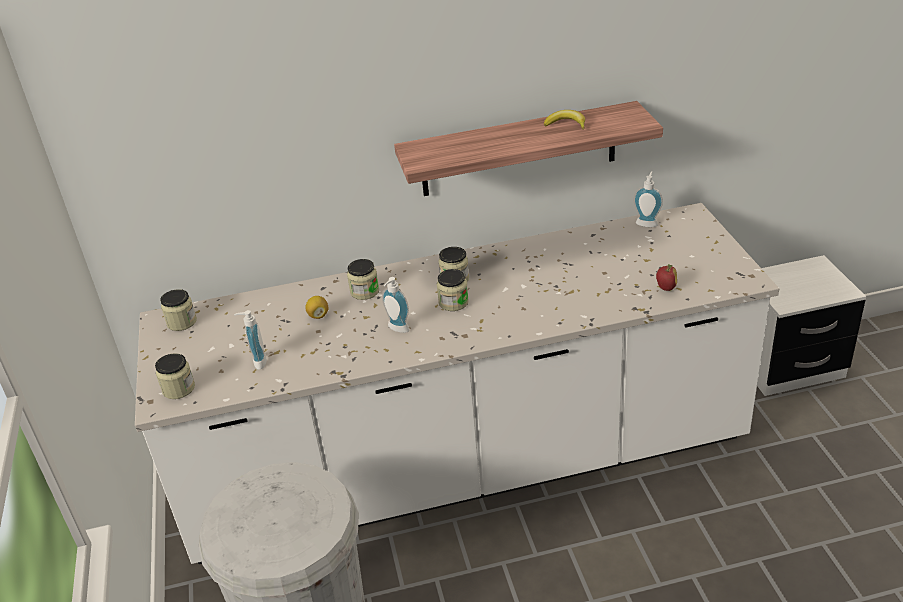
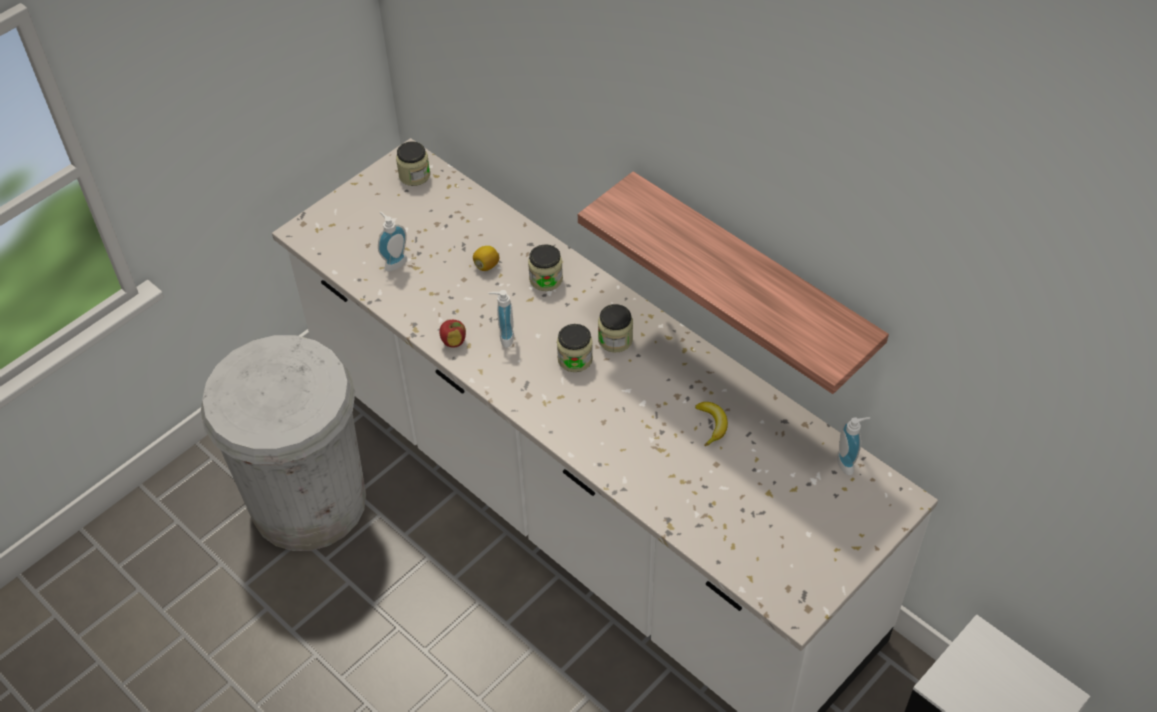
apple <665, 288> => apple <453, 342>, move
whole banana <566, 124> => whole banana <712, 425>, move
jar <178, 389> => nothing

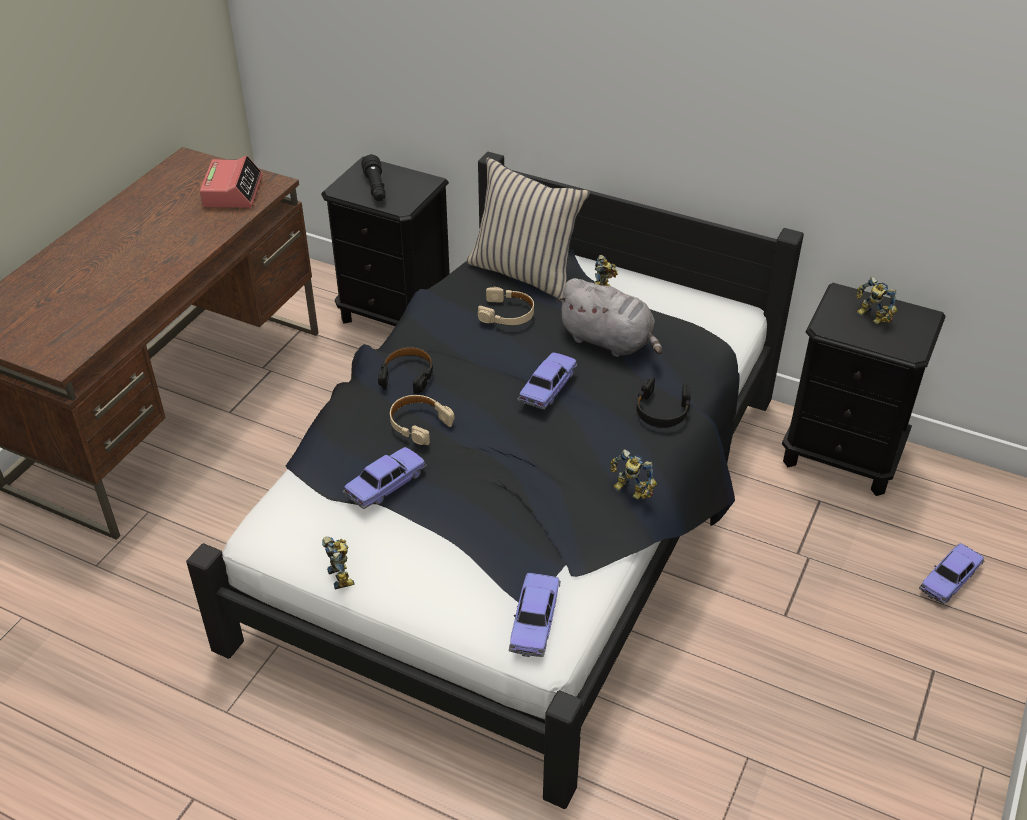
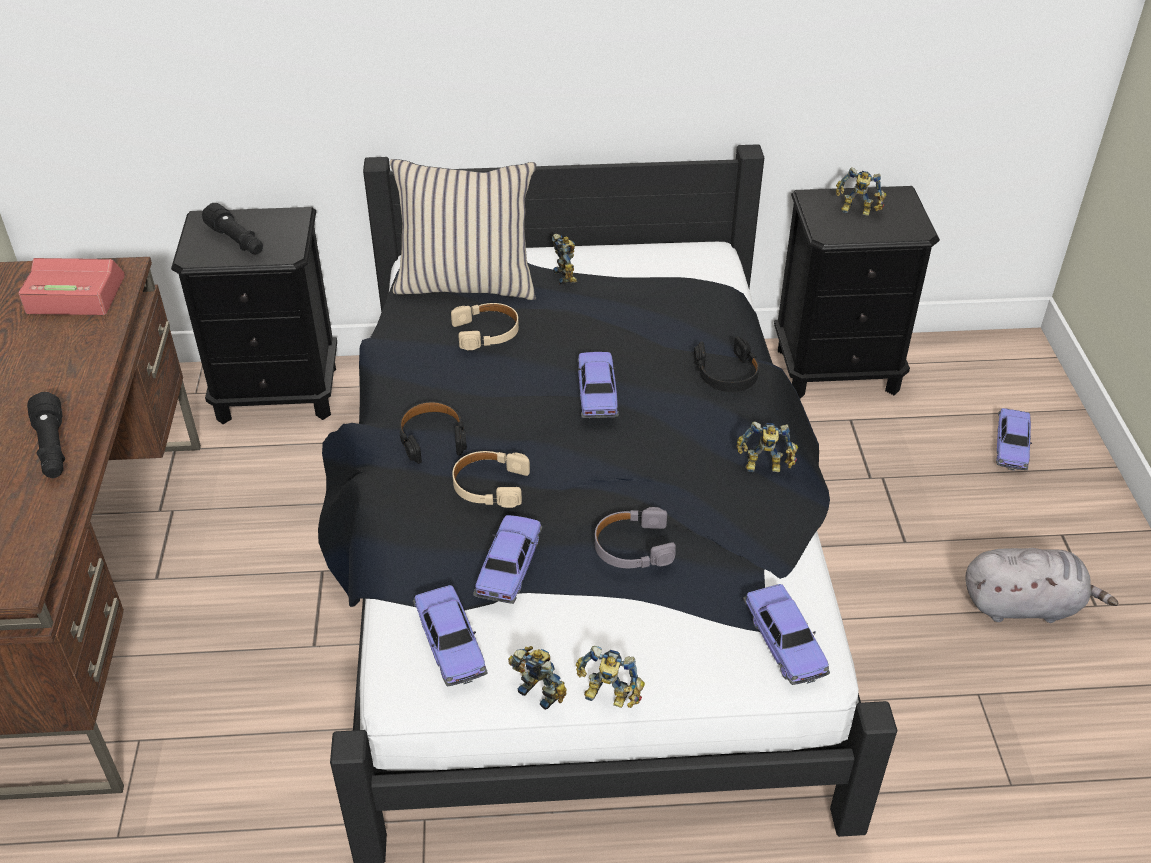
bedside clock <232, 191> => bedside clock <75, 295>, 60 degrees counterclockwise
nothing => flashlight in black-coloured <52, 449>
nothing => miniature car <450, 643>
nothing => model robot <607, 697>
nothing => headphones in grey <632, 547>
plush toy in grey <609, 341> => plush toy in grey <1024, 605>, move

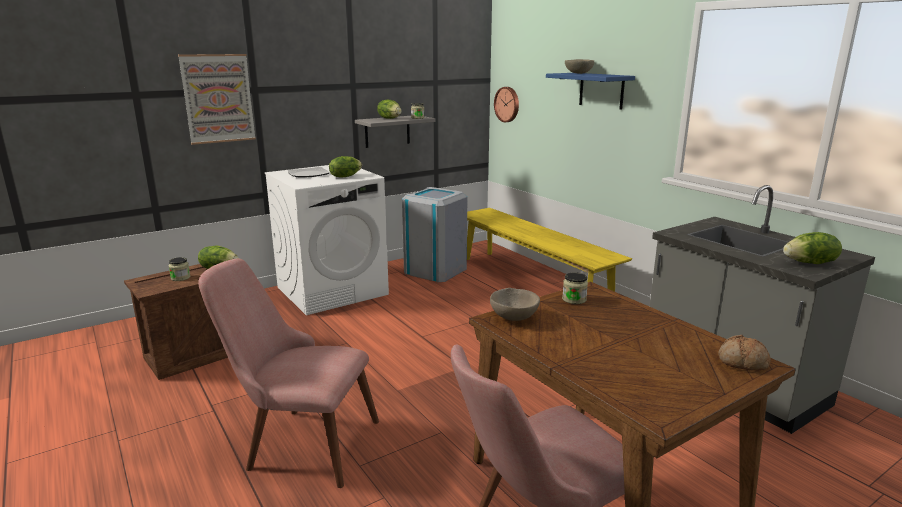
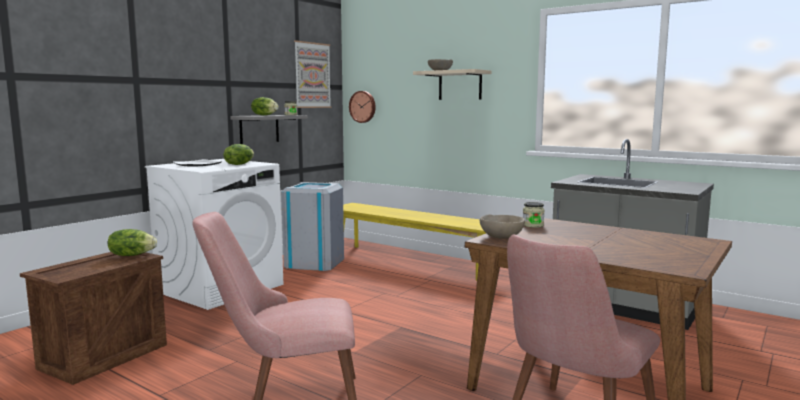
picture <218, 98> => picture <312, 75>, move
bracket shelf in blue <601, 90> => bracket shelf in sand-coloured <460, 85>
jar <180, 278> => nothing
baked bread <742, 362> => nothing
lettuce head <810, 263> => nothing

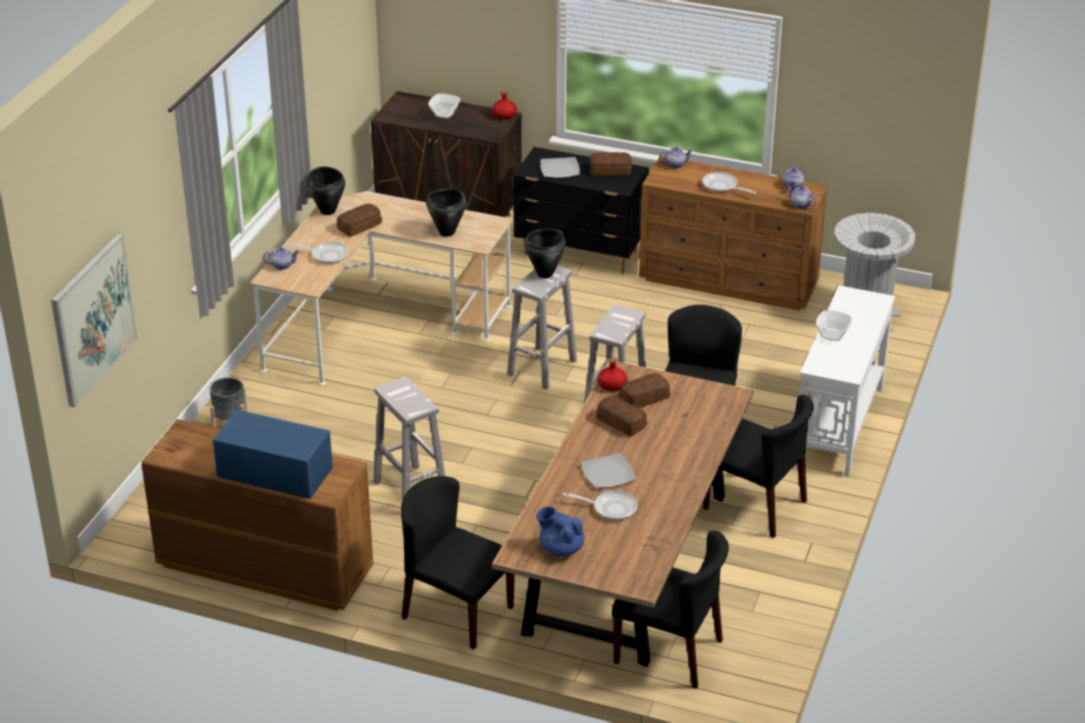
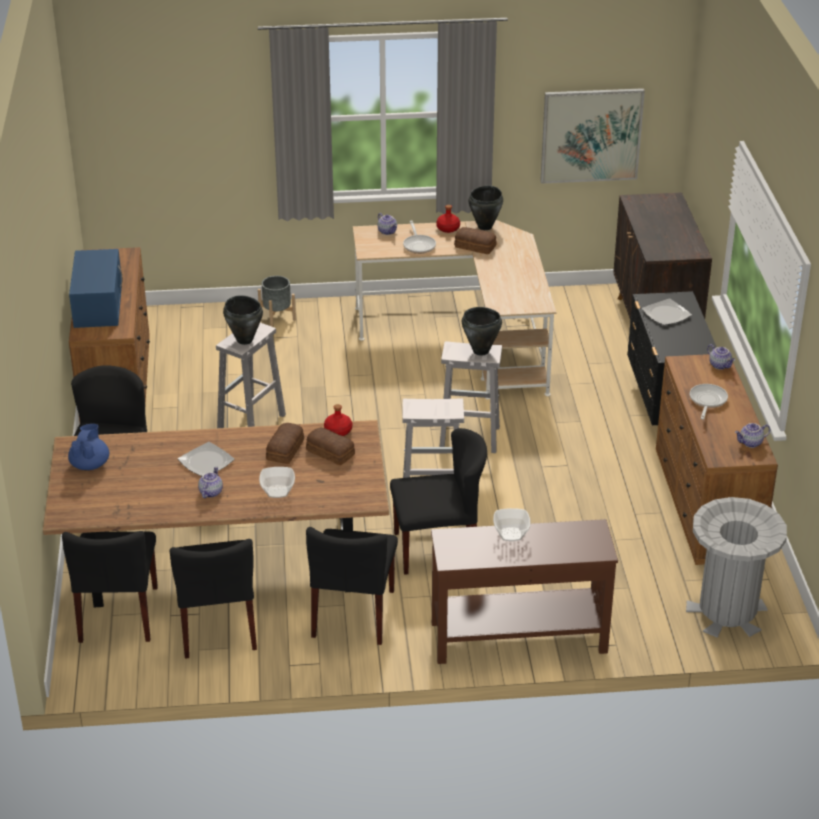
nothing => upright chair in black-coloured <217, 626>
teapot <800, 205> => teapot <210, 492>, move
cooking pot in black-coloured <446, 232> => cooking pot in black-coloured <245, 340>, move
bowl <444, 114> => bowl <277, 491>, move
hall table in whitish <838, 425> => hall table in brown <517, 637>
bottle in red <504, 115> => bottle in red <447, 228>, move
picture <93, 319> => picture <591, 135>, move
pan <611, 508> => nothing
baked bread <611, 170> => nothing

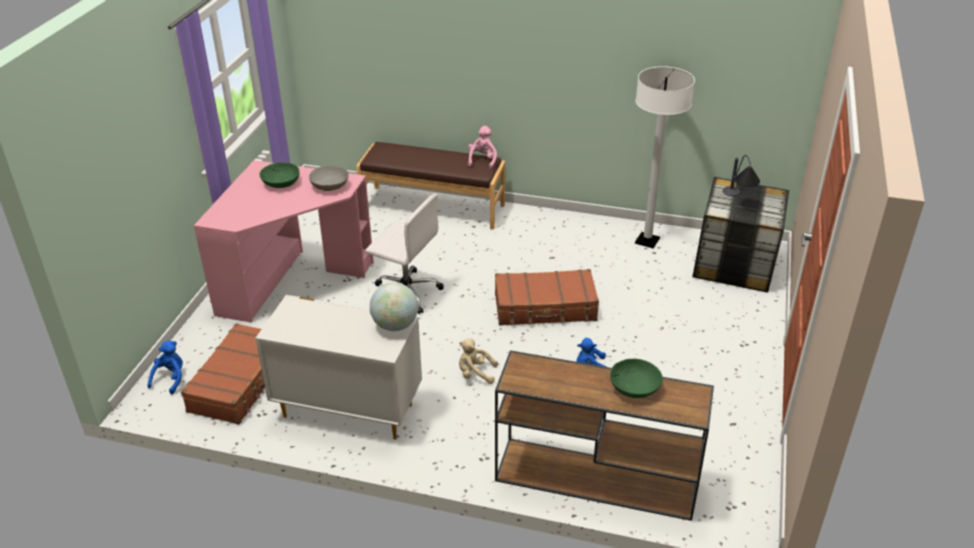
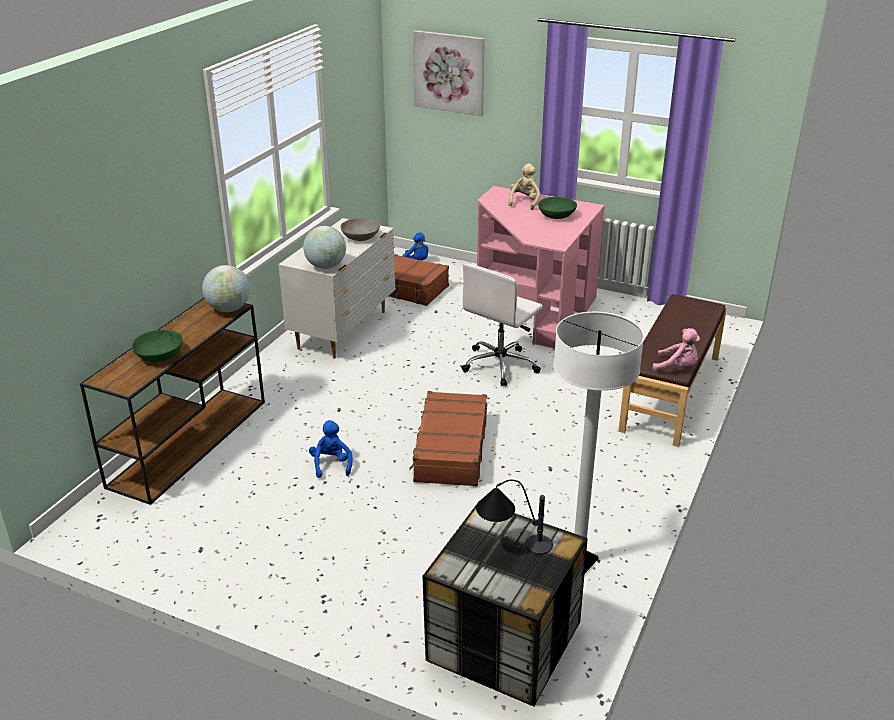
nothing => globe <229, 309>
bowl in grey <330, 186> => bowl in grey <360, 237>, move
nothing => picture <449, 72>
plush toy in sand-coloured <475, 374> => plush toy in sand-coloured <524, 202>, move

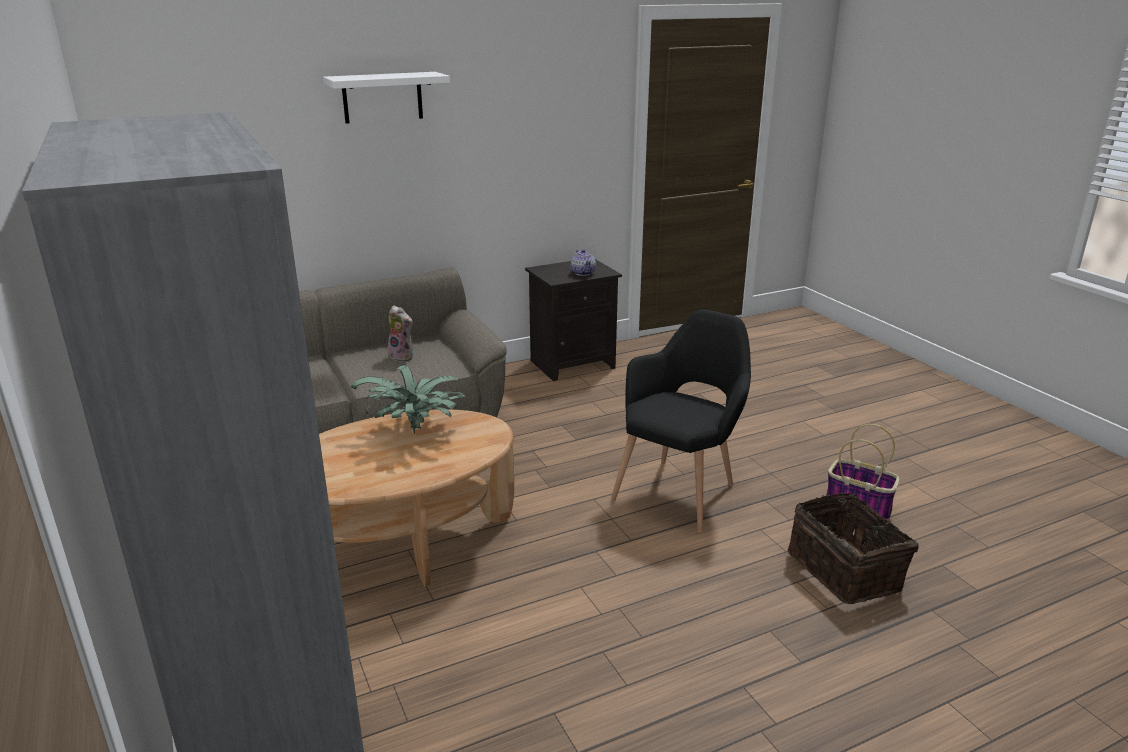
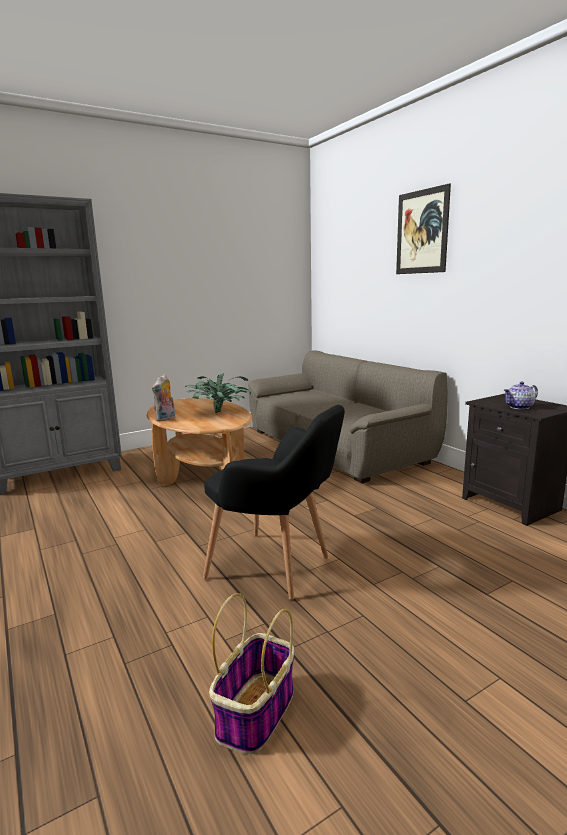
plush toy <403, 356> => plush toy <166, 419>, move
bracket shelf in whitish <382, 97> => picture <422, 232>
household basket <846, 570> => nothing

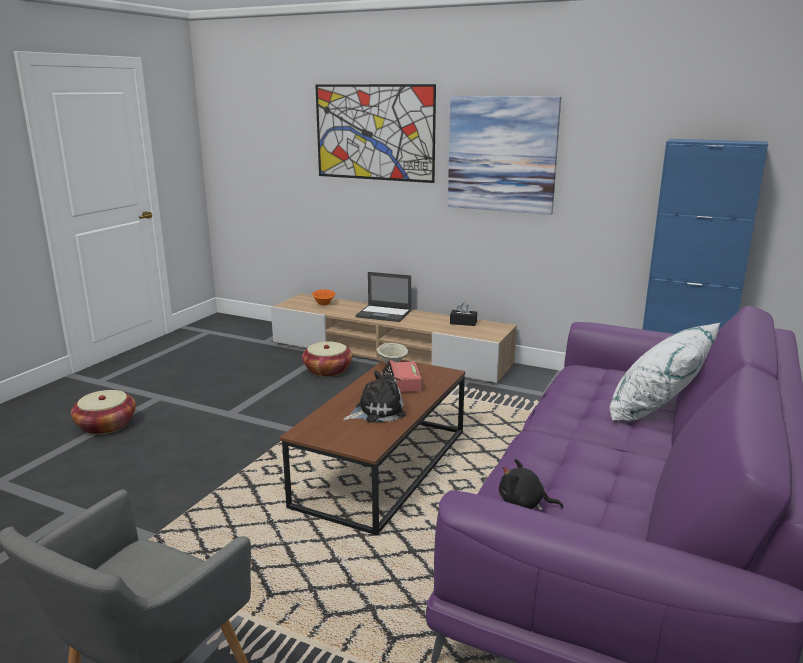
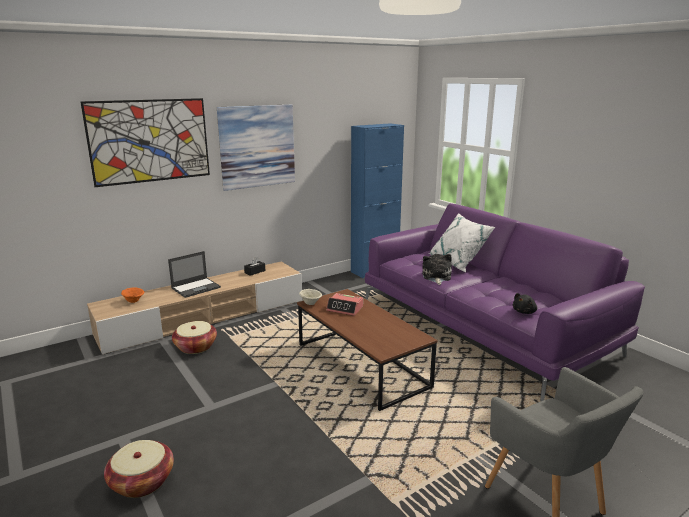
plush toy <376, 411> => plush toy <436, 277>, move

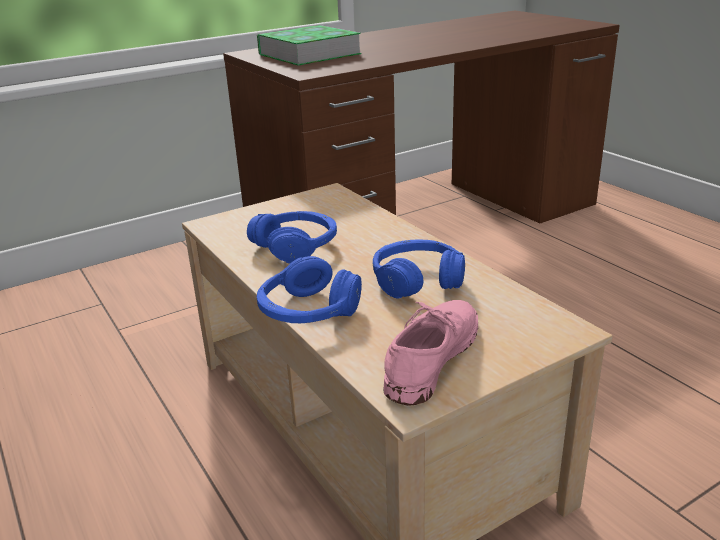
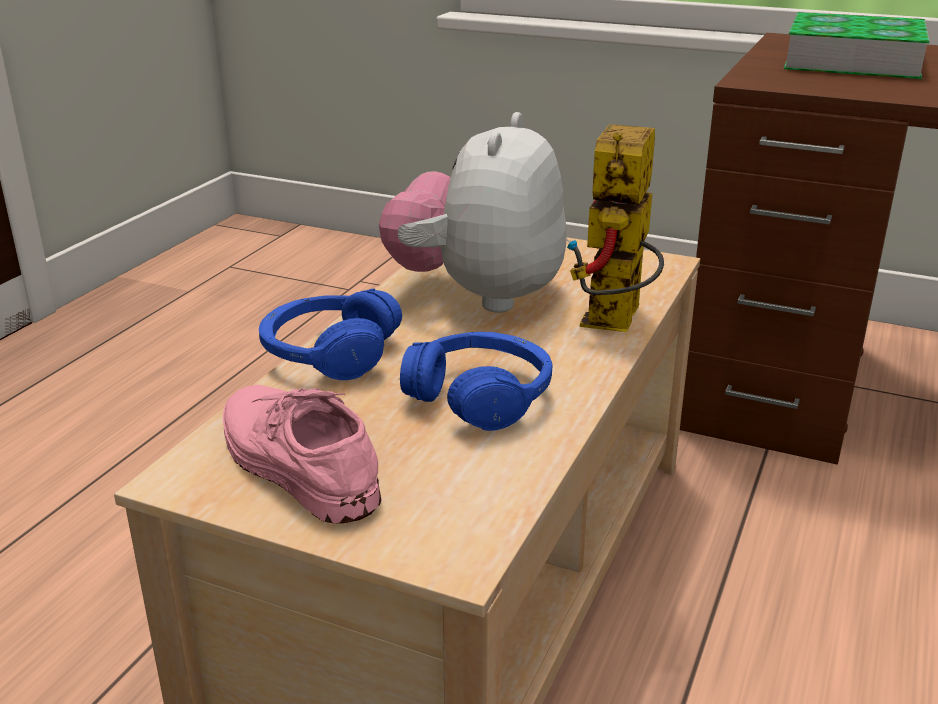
item of footwear in pink <431, 355> => item of footwear in pink <294, 462>, 120 degrees counterclockwise
headphones in blue <296, 246> => plush toy <479, 295>
nothing => model robot <615, 324>

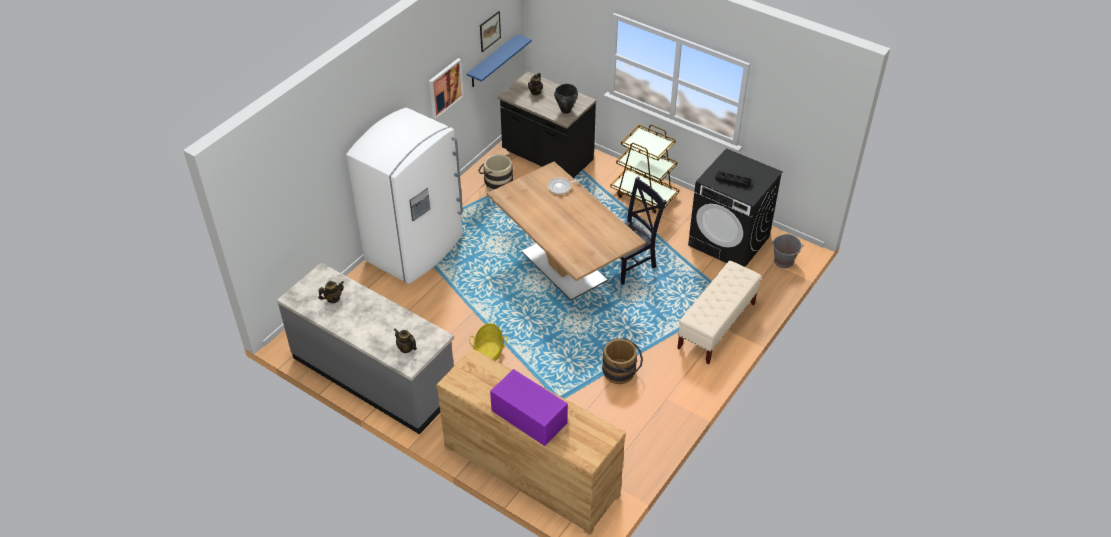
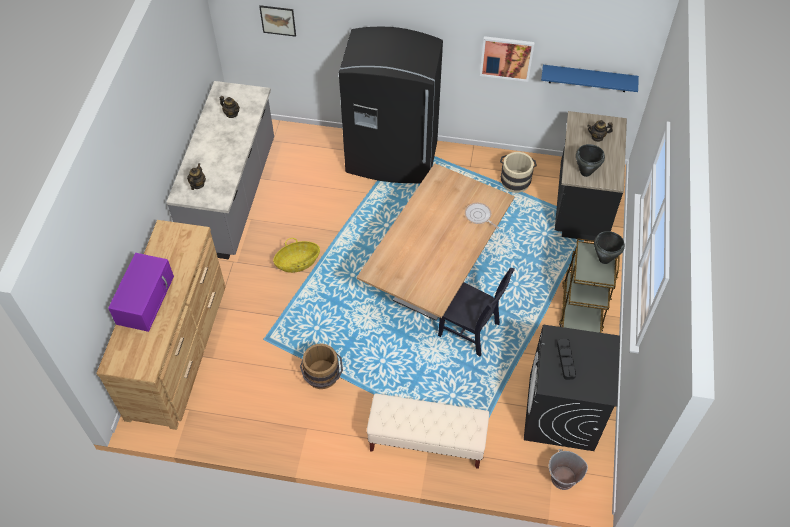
picture <489, 31> => picture <278, 20>, move
refrigerator in whitish <416, 249> => refrigerator in black-coloured <391, 159>
nothing => cooking pot in black-coloured <604, 259>

